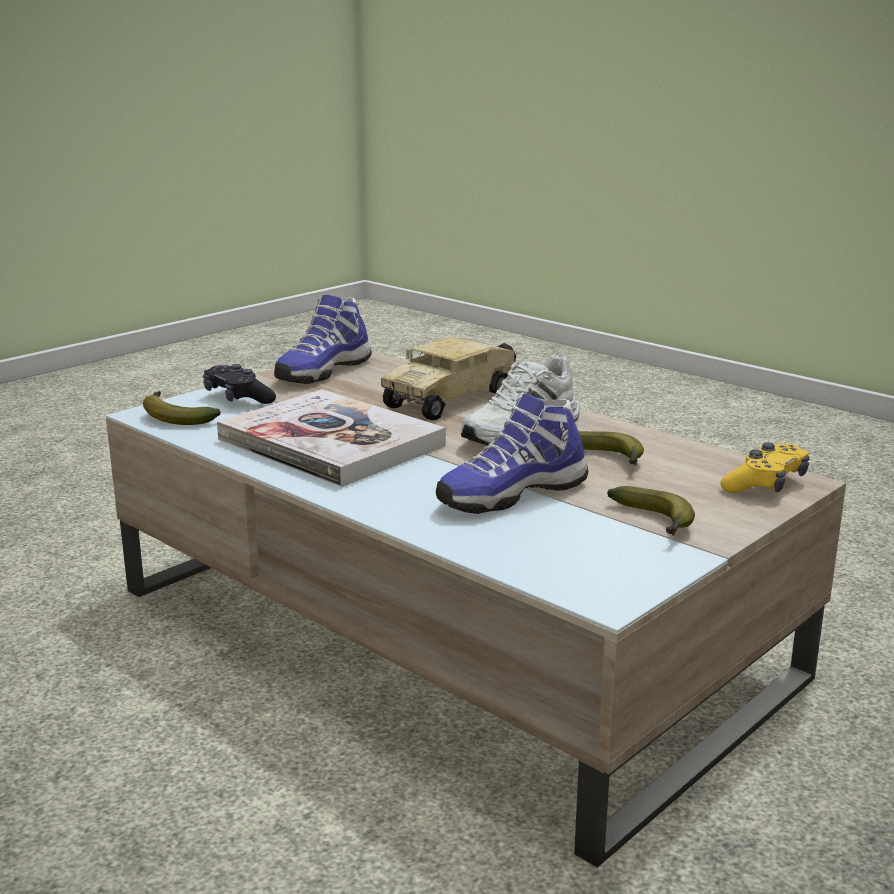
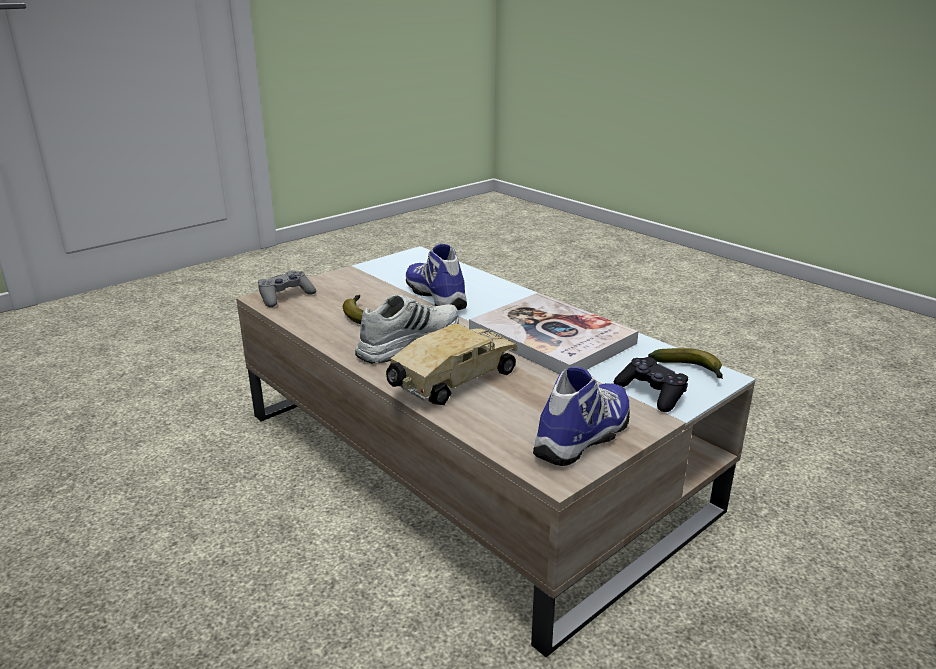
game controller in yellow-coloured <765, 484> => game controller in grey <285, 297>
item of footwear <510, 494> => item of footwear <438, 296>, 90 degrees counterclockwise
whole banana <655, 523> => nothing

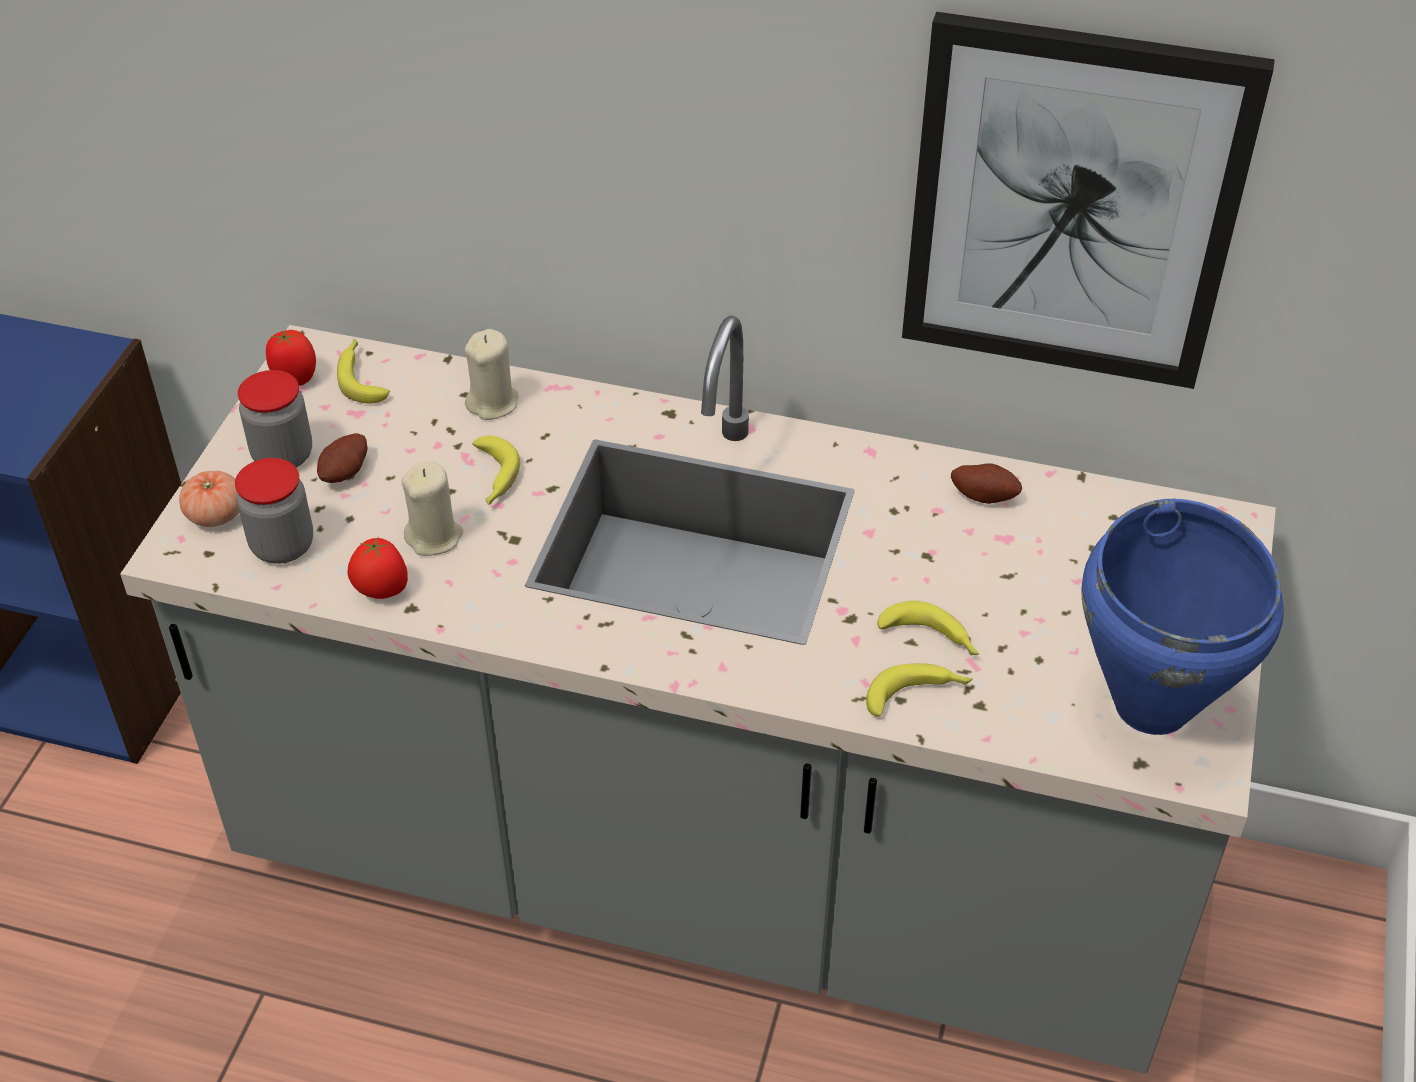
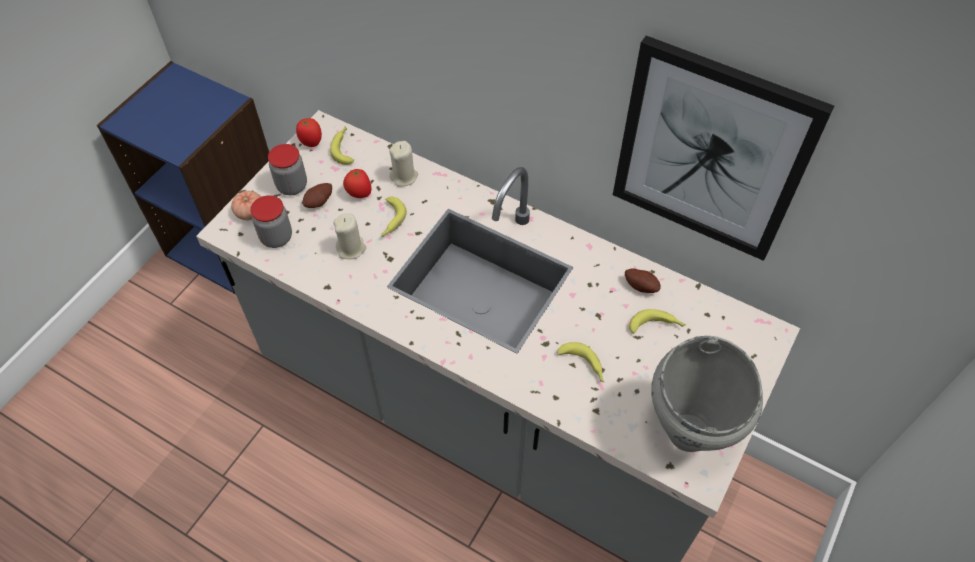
whole tomato <381, 591> => whole tomato <359, 194>, move
whole banana <918, 695> => whole banana <656, 326>, move
cooking pot in blue <1153, 704> => cooking pot in grey <689, 432>

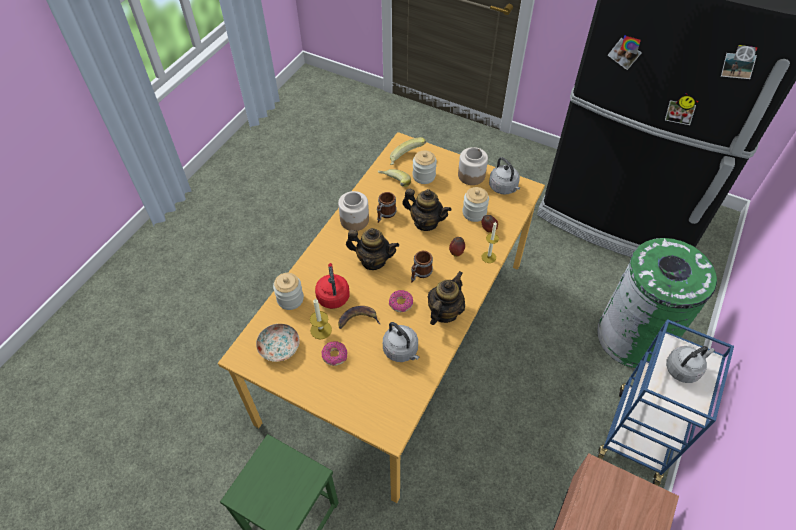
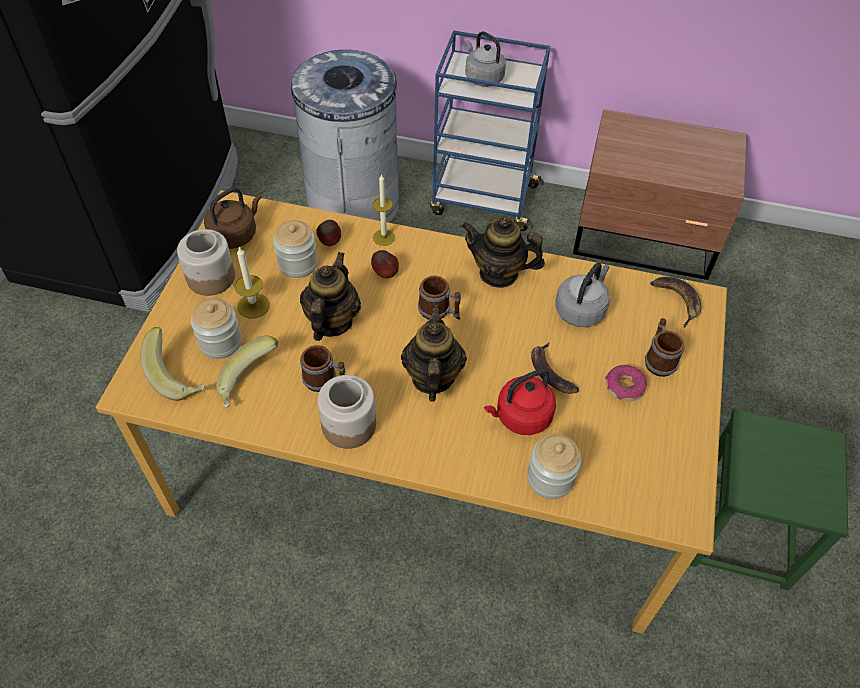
kettle in grey <504, 188> => kettle in brown <235, 234>
wax candle <321, 330> => wax candle <253, 306>, move
trash can in green-coloured <633, 337> => trash can in grey <353, 204>
nothing => tea mug <658, 359>
nothing => whole banana <677, 301>
plate <280, 347> => nothing
ring doughnut <400, 303> => nothing

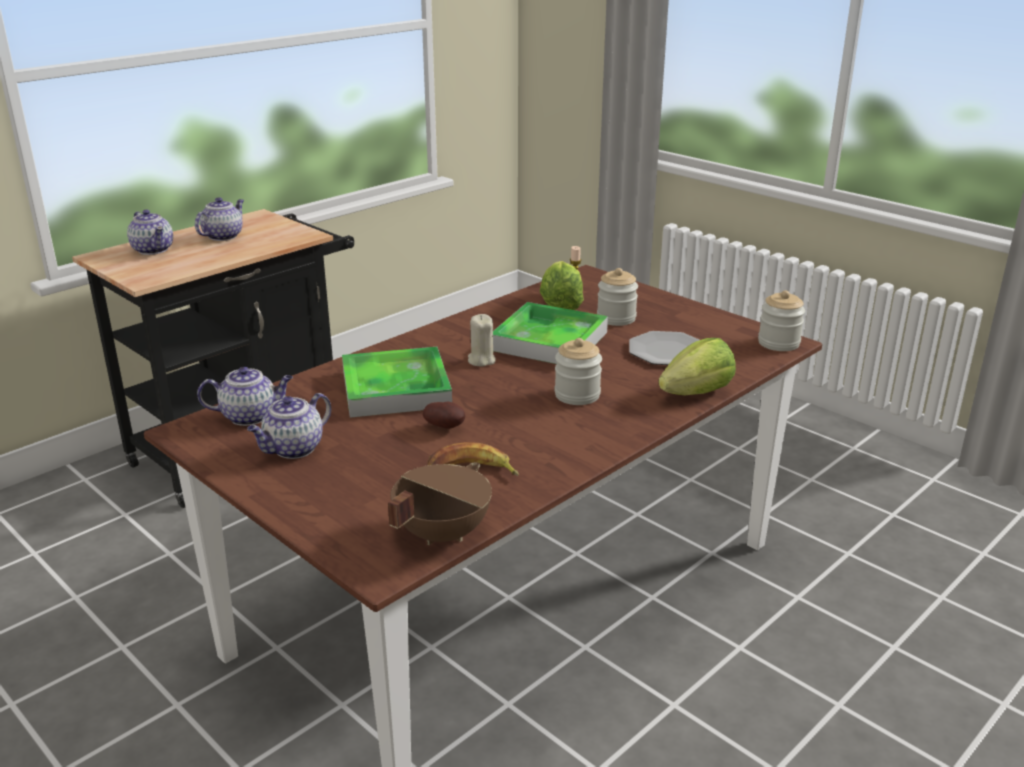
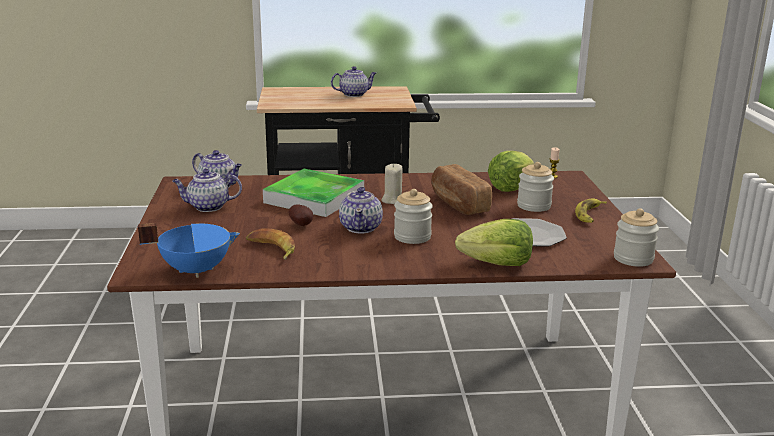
cooking pot in brown <440, 533> => cooking pot in blue <195, 270>
teapot <153, 249> => teapot <361, 227>, move
serving tray <549, 341> => baked bread <458, 204>
nothing => whole banana <590, 214>

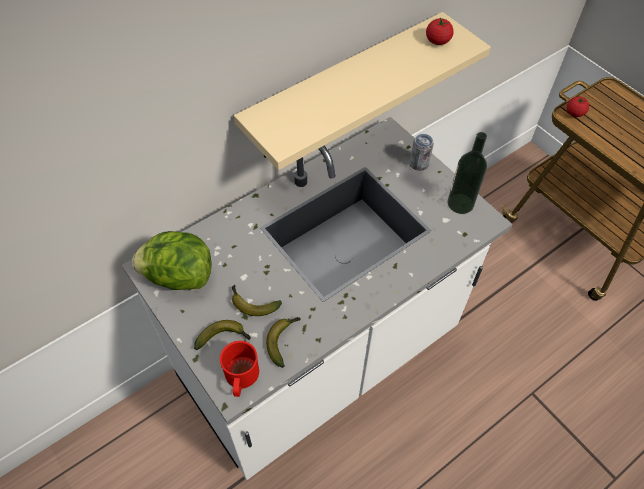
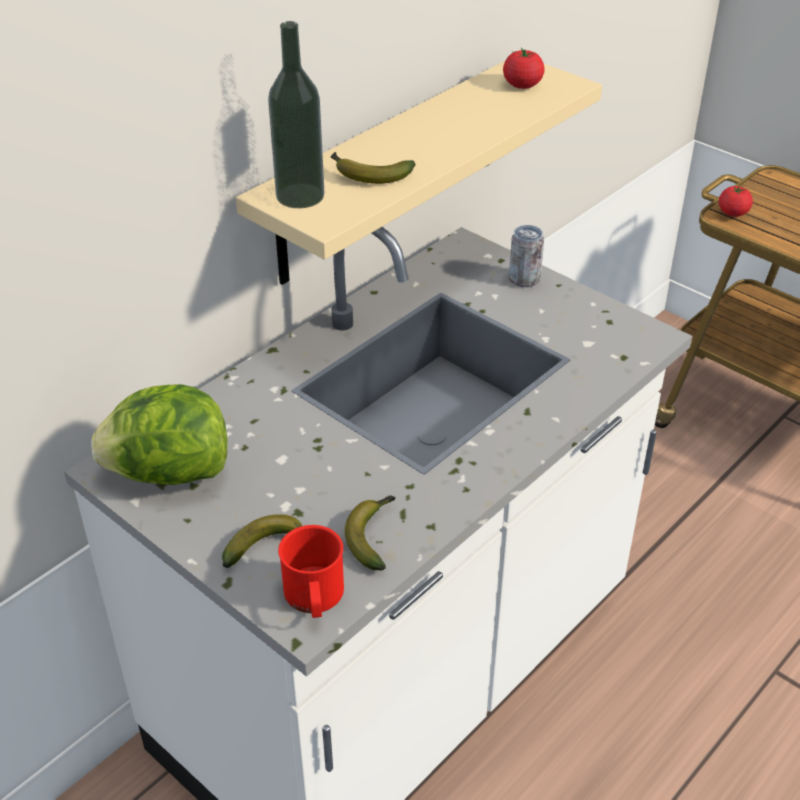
bottle <460, 203> => bottle <300, 196>, move
whole banana <252, 303> => whole banana <367, 175>, move

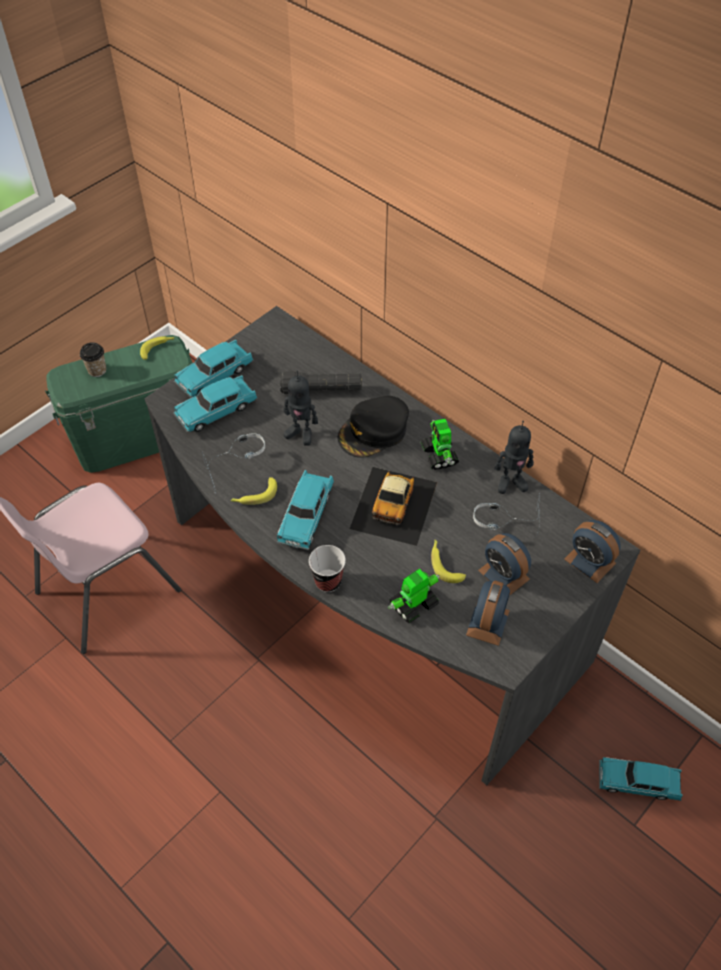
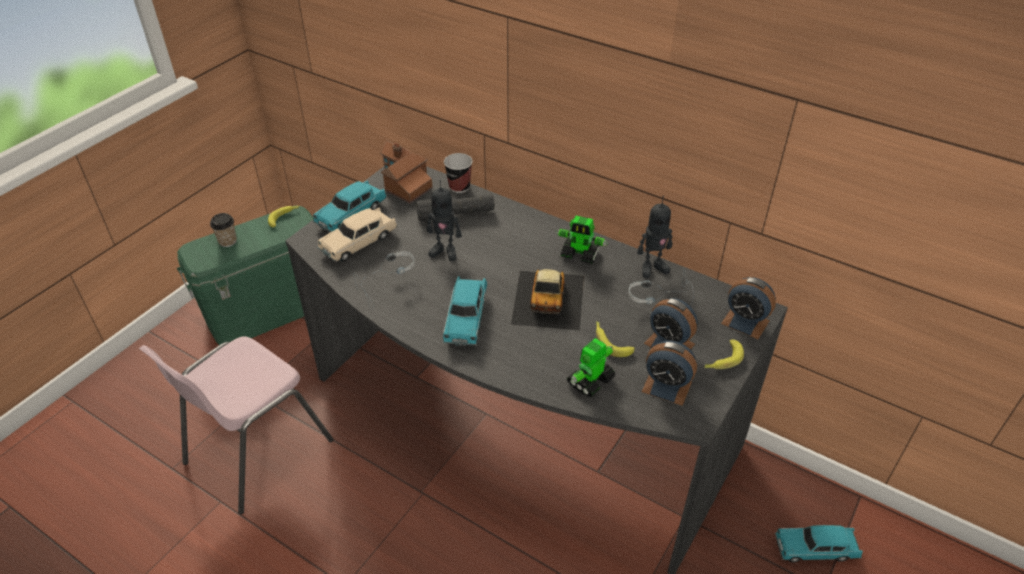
miniature car in turquoise-coloured <217, 411> => miniature car in sand-coloured <359, 243>
nothing => miniature house <404, 182>
small cup <328, 581> => small cup <459, 187>, move
model robot <439, 456> => model robot <580, 254>, 45 degrees counterclockwise
bedside clock <487, 622> => bedside clock <666, 387>, 105 degrees clockwise
whole banana <254, 496> => whole banana <722, 360>, move
cap in black-coloured <374, 432> => nothing

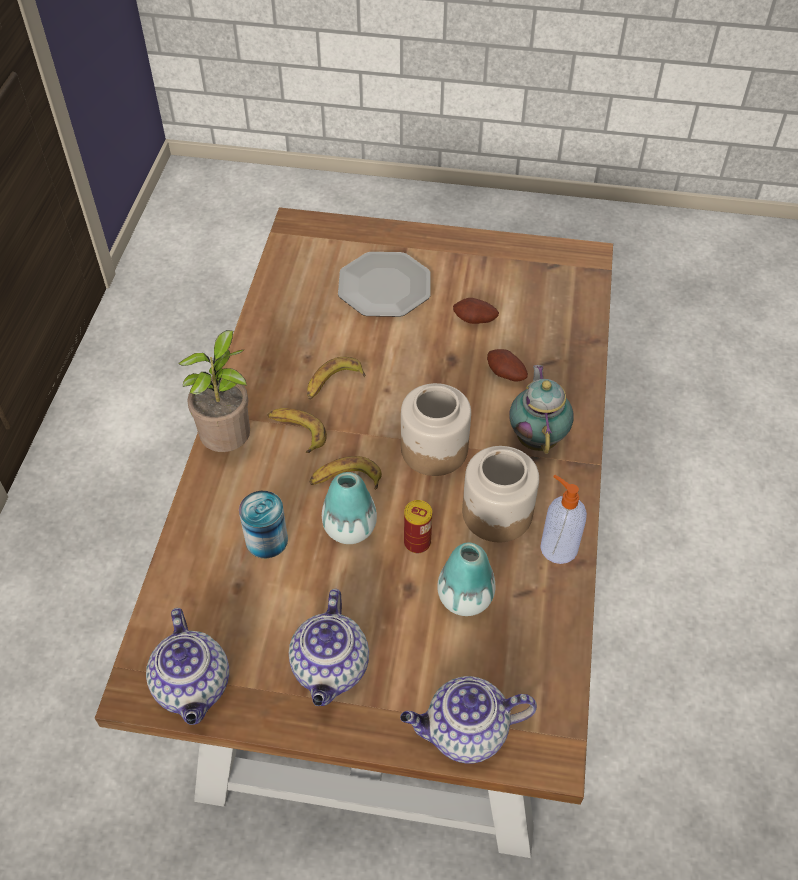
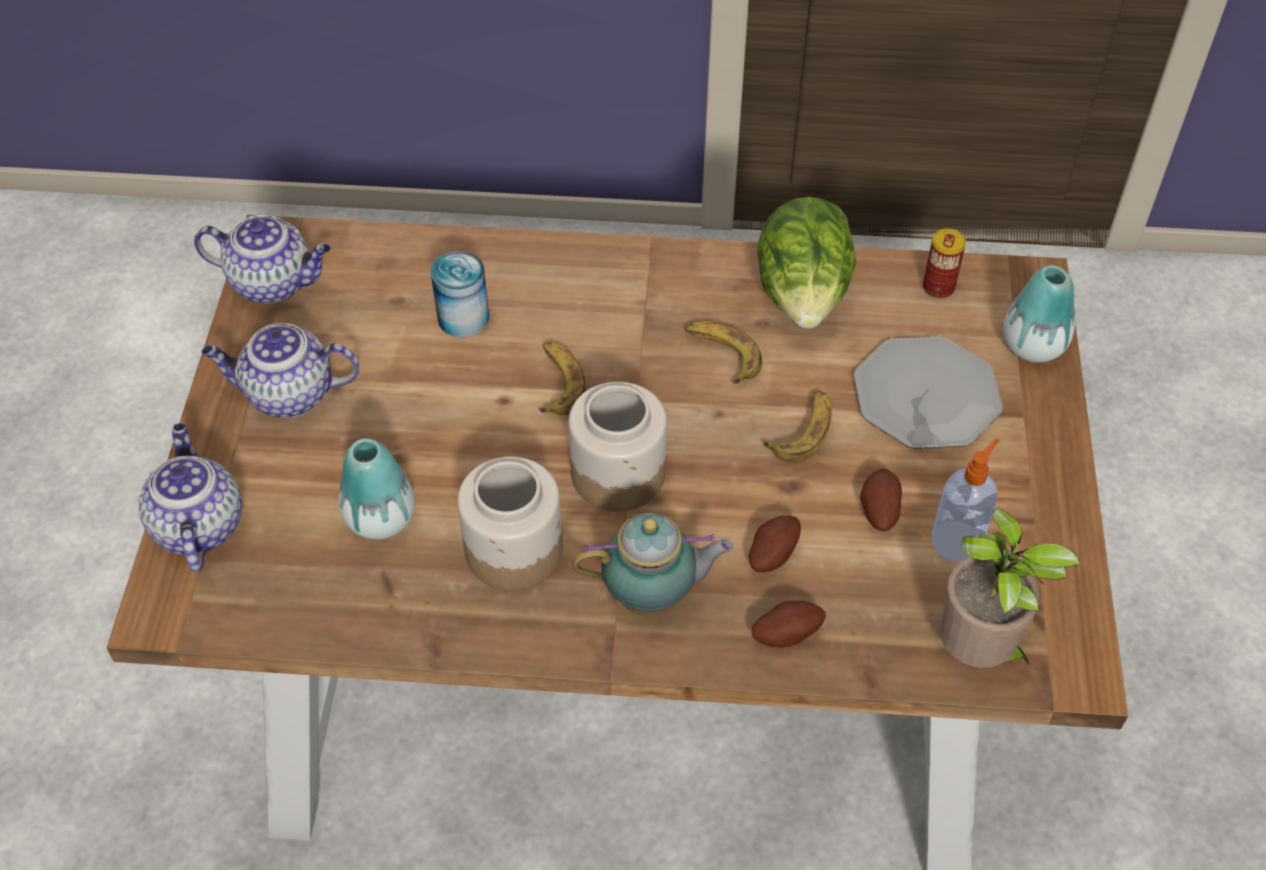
teapot <194, 687> => teapot <274, 282>, 150 degrees counterclockwise
nothing => whole potato <786, 633>
nothing => lettuce head <803, 297>
whole banana <297, 432> => whole banana <803, 431>, move
metal can <417, 542> => metal can <938, 287>, move
liquid soap bottle <557, 547> => liquid soap bottle <957, 540>, move
potted plant <230, 443> => potted plant <978, 654>, move
decorative vase <350, 528> => decorative vase <1033, 346>, move

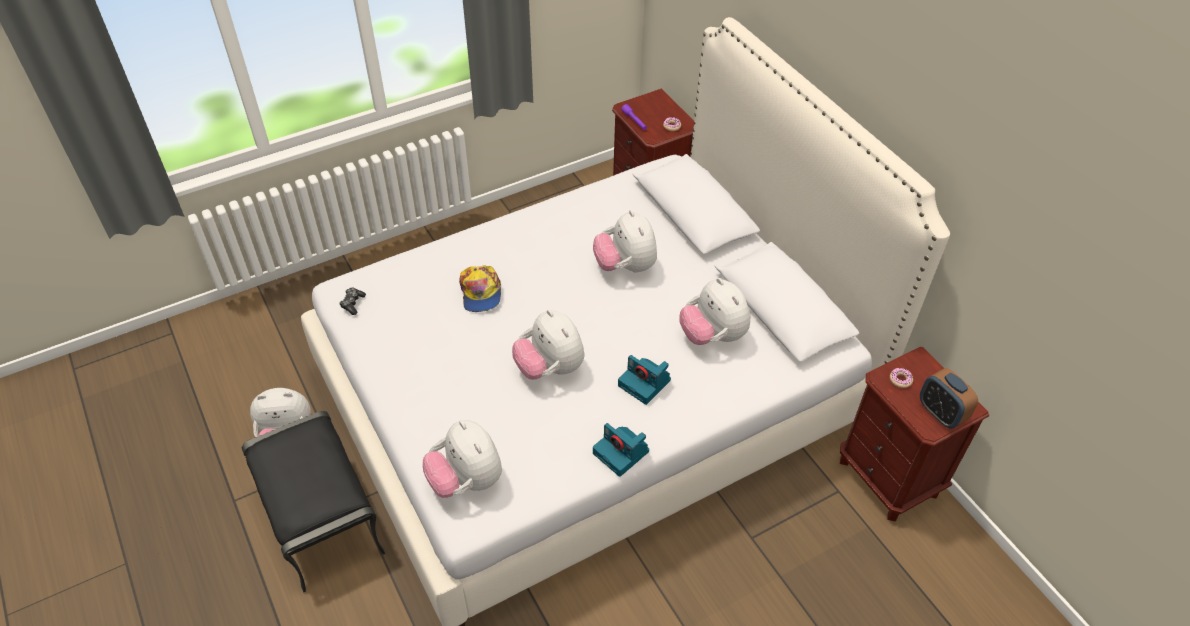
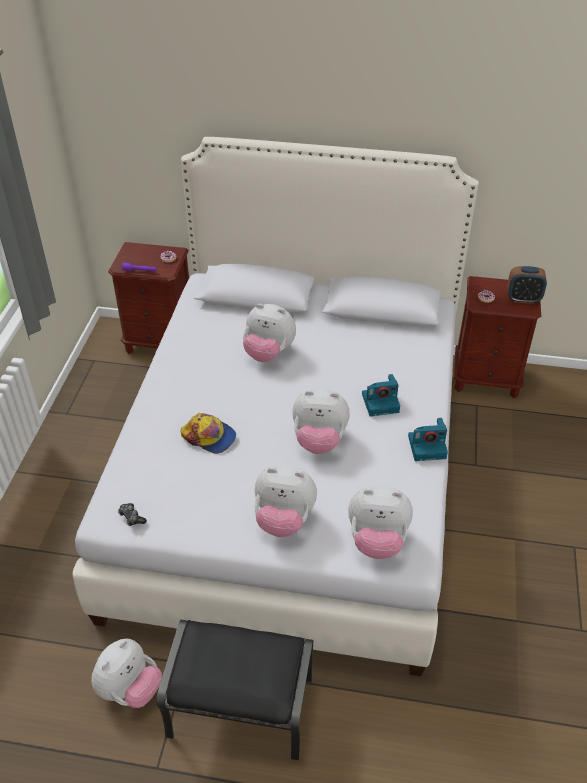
plush toy <712, 336> => plush toy <284, 520>, move

